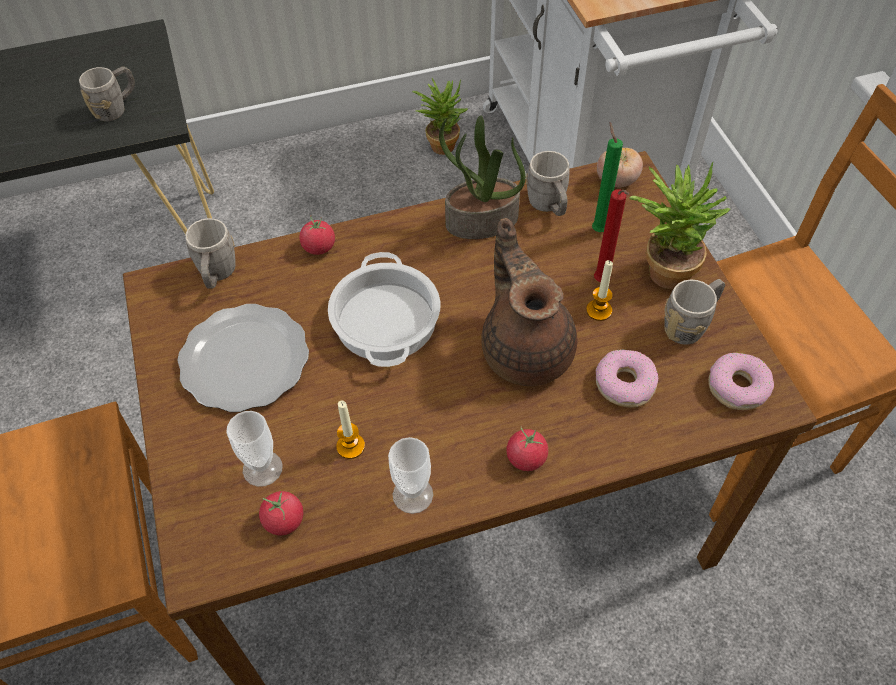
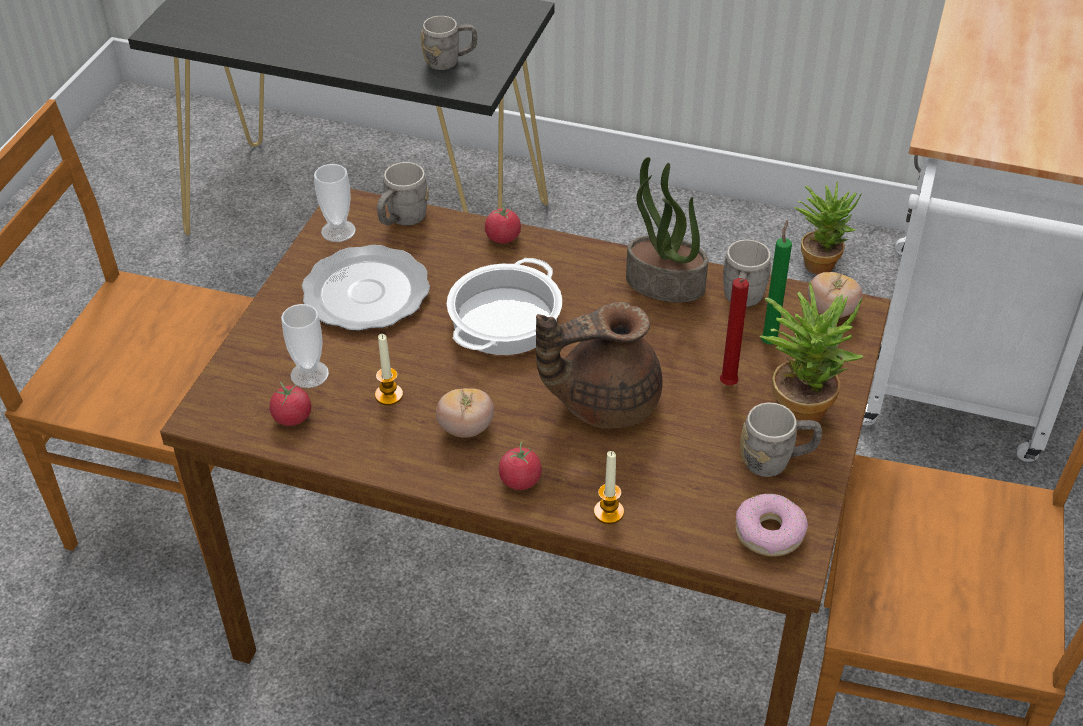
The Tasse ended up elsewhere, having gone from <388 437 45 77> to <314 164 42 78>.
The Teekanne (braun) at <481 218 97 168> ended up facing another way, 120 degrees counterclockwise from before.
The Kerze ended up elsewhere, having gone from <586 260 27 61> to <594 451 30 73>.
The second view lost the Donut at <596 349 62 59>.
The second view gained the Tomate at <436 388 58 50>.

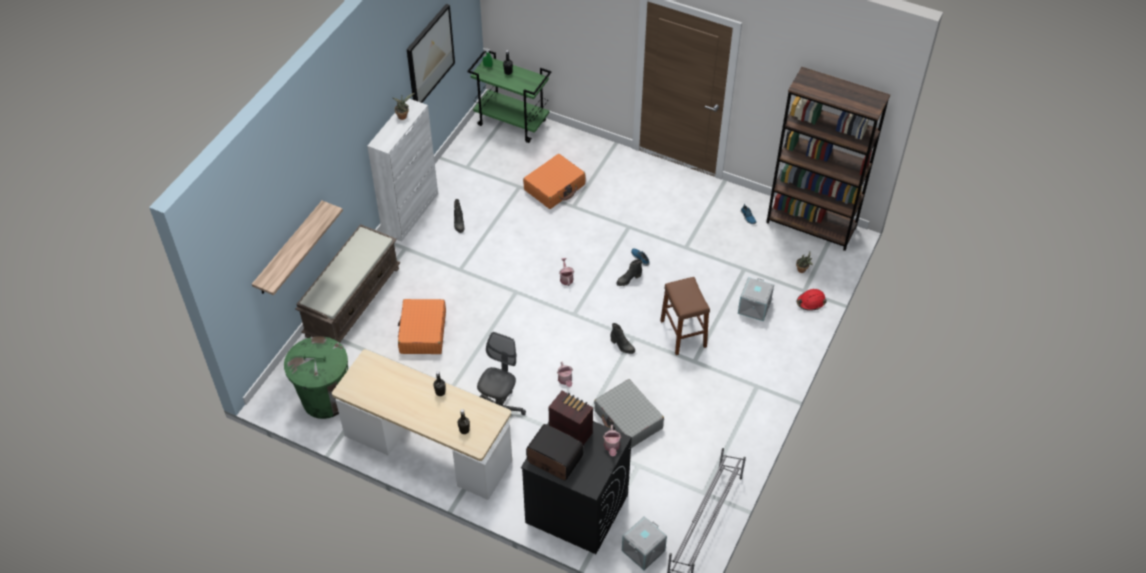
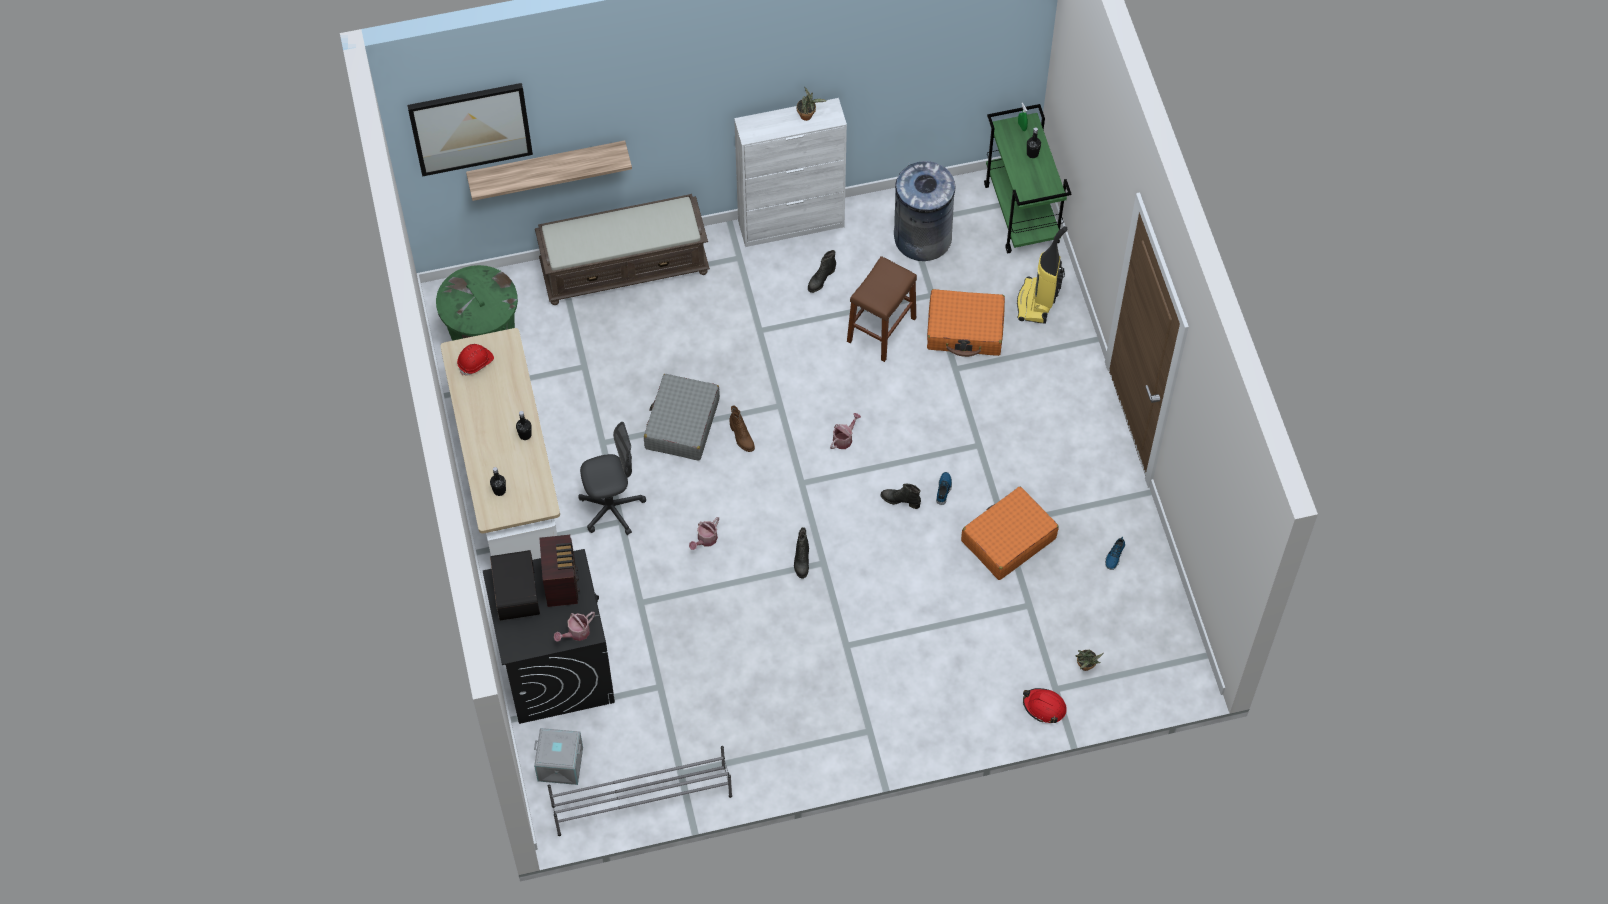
The Koffer (orange) ended up elsewhere, having gone from <398 299 48 55> to <961 487 98 93>.
The Bild ended up elsewhere, having gone from <407 4 48 99> to <407 83 126 94>.
The Koffer (grau) ended up elsewhere, having gone from <594 379 70 69> to <644 374 76 87>.
The Hocker (braun) ended up elsewhere, having gone from <660 277 50 78> to <847 256 70 106>.
The second view lost the Aufbewahrungsbox (grau) at <738 277 36 44>.
The second view lost the Bücherregal (braun) at <766 67 124 184>.
The second view gained the Schutzhelm (rot) at <457 344 37 32>.
The second view gained the Stiefel (braun) at <729 405 26 47>.
The second view gained the Mülleimer (grau) at <894 161 61 100>.
The second view gained the Staubsauger at <1017 226 50 98>.

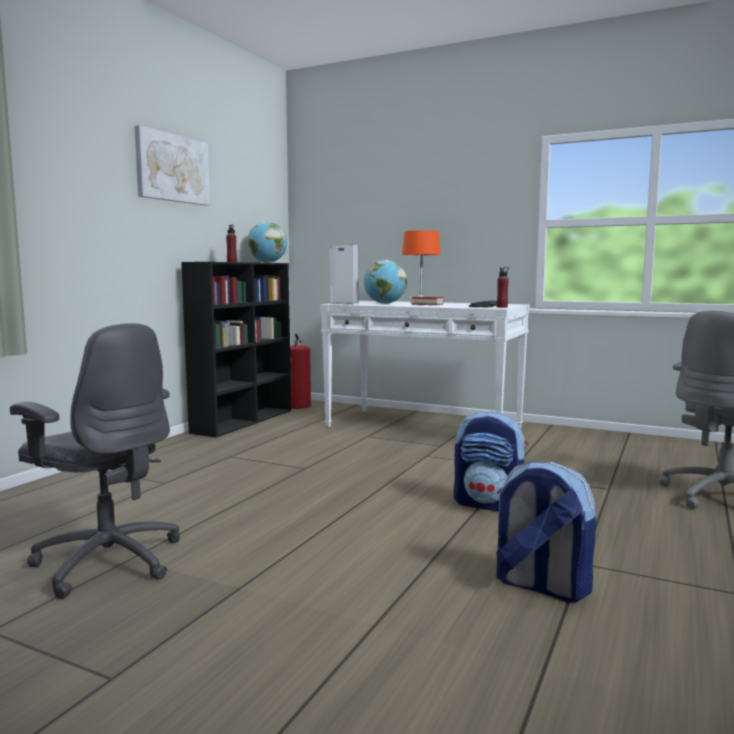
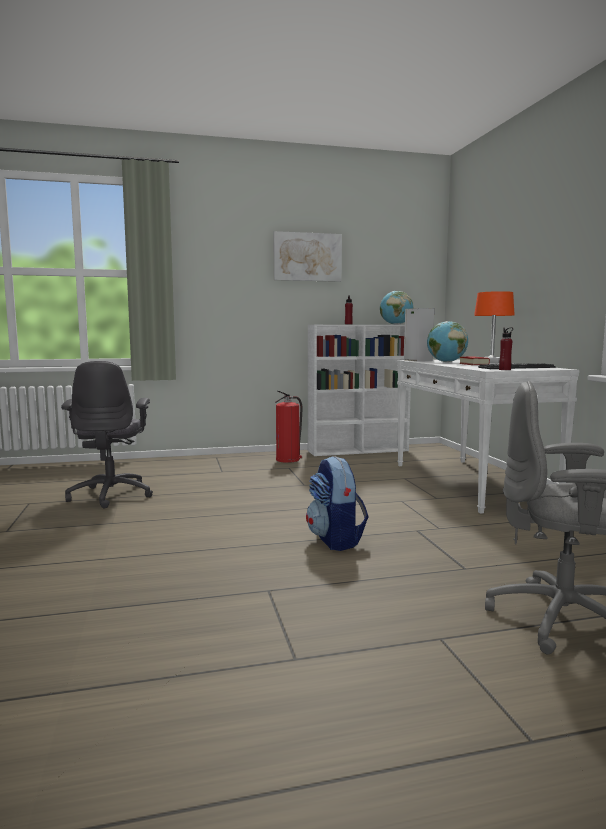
What was the Bücherregal (schwarz) at <181 262 110 176> turned into the Bücherregal (weiß) at <308 325 103 131>.
The Feuerlöscher ended up elsewhere, having gone from <290 334 21 75> to <275 391 27 72>.
The second view lost the Rucksack at <496 461 100 141>.

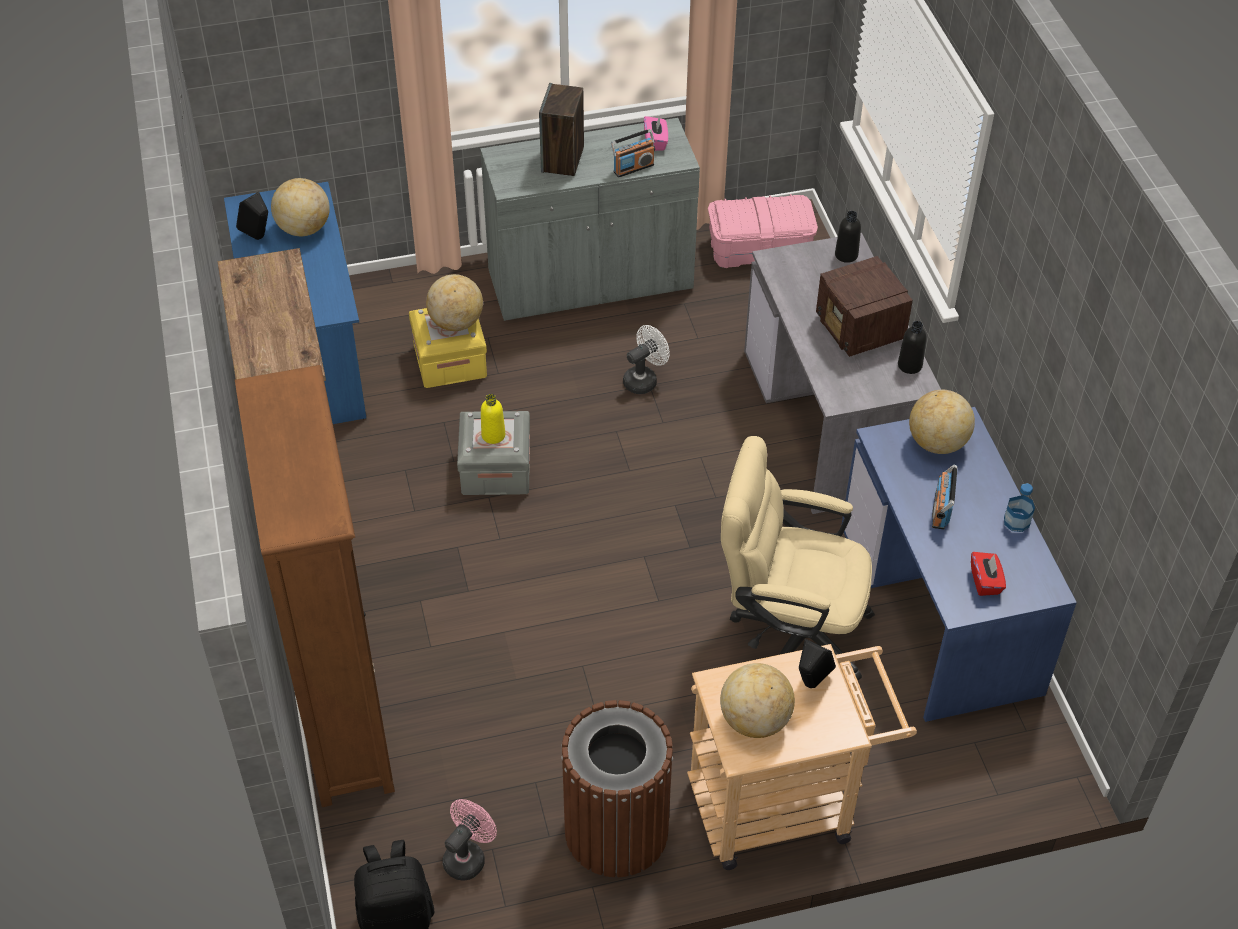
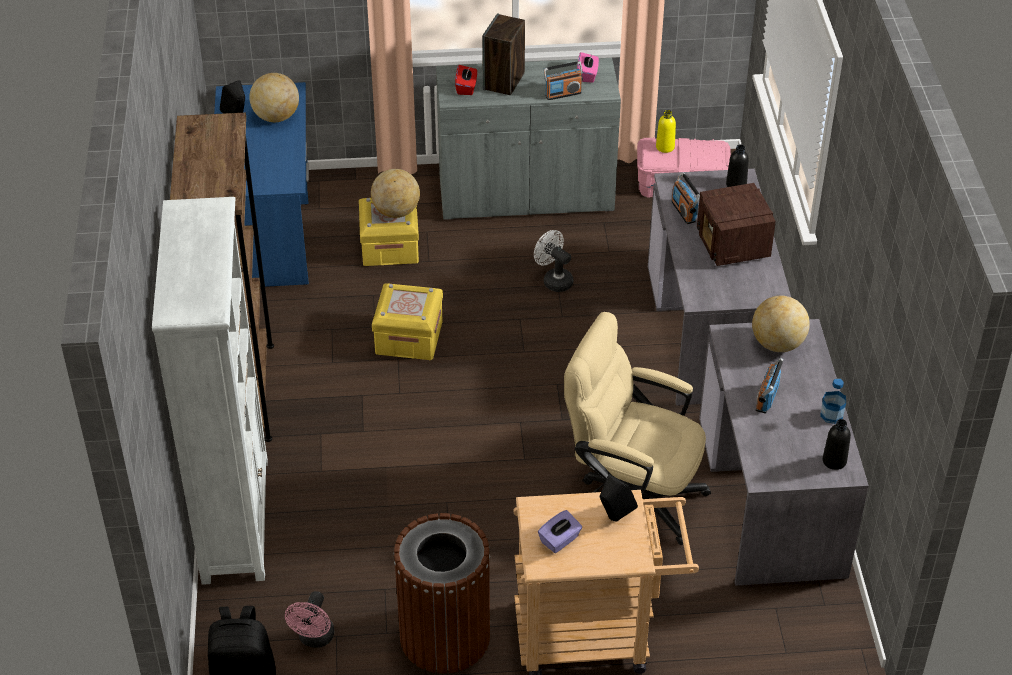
What was the Bücherregal (braun) at <235 365 160 442> turned into the Bücherregal (weiß) at <152 197 116 388>.
The Ventilator (rosa) at <443 799 54 82> ended up facing another way, 150 degrees clockwise from before.
What was the Aufbewahrungsbox (grau) at <457 411 73 84> turned into the Aufbewahrungsbox (gelb) at <372 283 71 77>.
The Flasche (gelb) ended up elsewhere, having gone from <481 394 24 50> to <656 110 20 43>.
The Ventilator (weiß) at <623 325 47 69> ended up facing another way, 105 degrees counterclockwise from before.
Where the Globus stood at <720 663 75 75>, the Taschentuchbox (lila) came to stand at <538 510 44 43>.
What was the Schreibtisch (blau) at <841 407 236 315> turned into the Schreibtisch (grau) at <699 319 170 267>.
The Flasche (schwarz) ended up elsewhere, having gone from <898 321 29 53> to <823 419 28 51>.
The Taschentuchbox (rot) ended up elsewhere, having gone from <971 552 35 44> to <455 64 22 31>.
The second view gained the Radio at <671 172 29 52>.

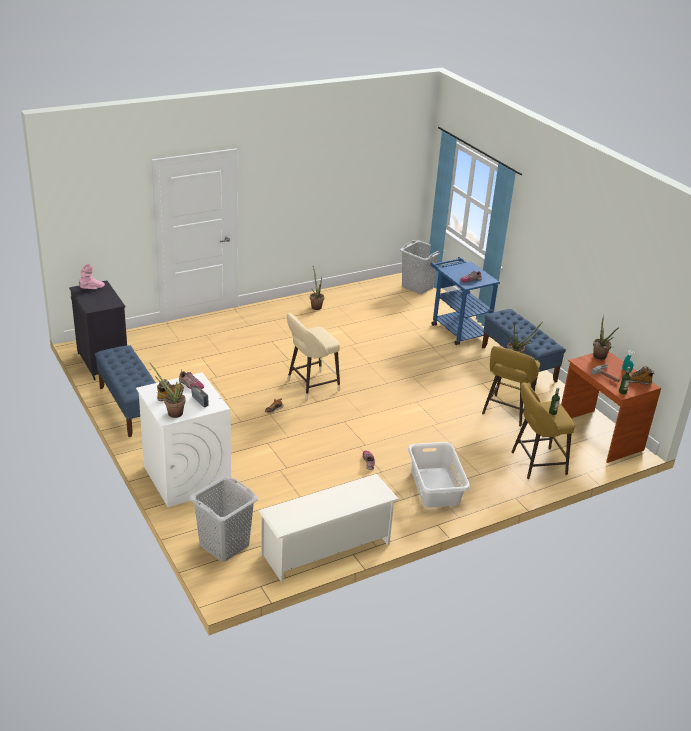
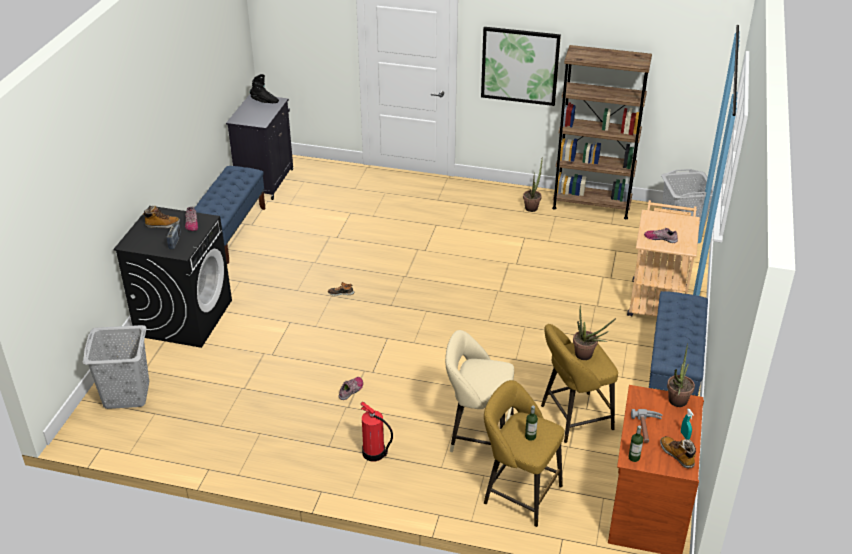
What was the Stiefel (rosa) at <79 264 26 25> turned into the Stiefel (schwarz) at <250 74 29 29>.
What was the Waschmaschine (weiß) at <136 372 95 135> turned into the Waschmaschine (schwarz) at <113 206 119 142>.
The second view lost the Topfpflanze at <149 362 37 56>.
The second view lost the Schuhregal (weiß) at <258 474 141 109>.
The Hocker (beige) ended up elsewhere, having gone from <287 313 53 87> to <445 330 69 122>.
Where the Wäschekorb (weiß) stood at <408 442 62 66>, the Feuerlöscher came to stand at <360 402 33 59>.
What was the Rollwagen (blau) at <431 257 69 88> turned into the Rollwagen (beige) at <627 200 73 117>.
The second view gained the Bild at <481 27 80 79>.
The second view gained the Bücherregal (braun) at <552 45 100 174>.

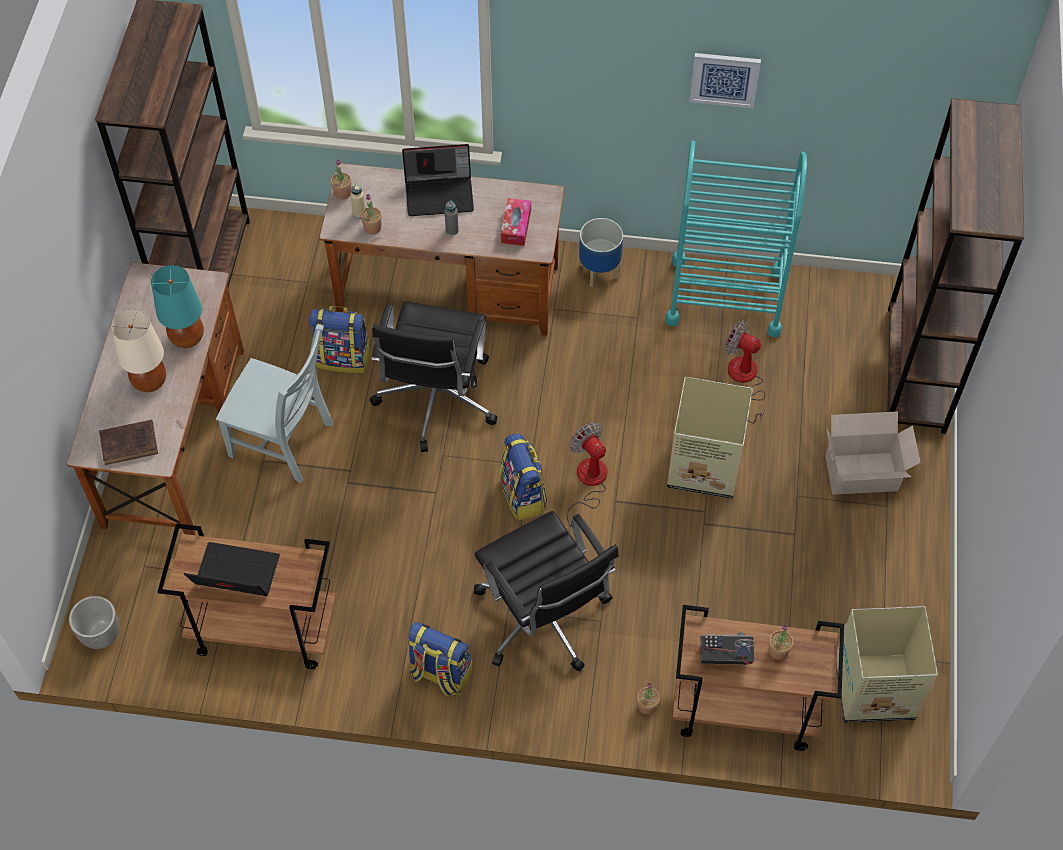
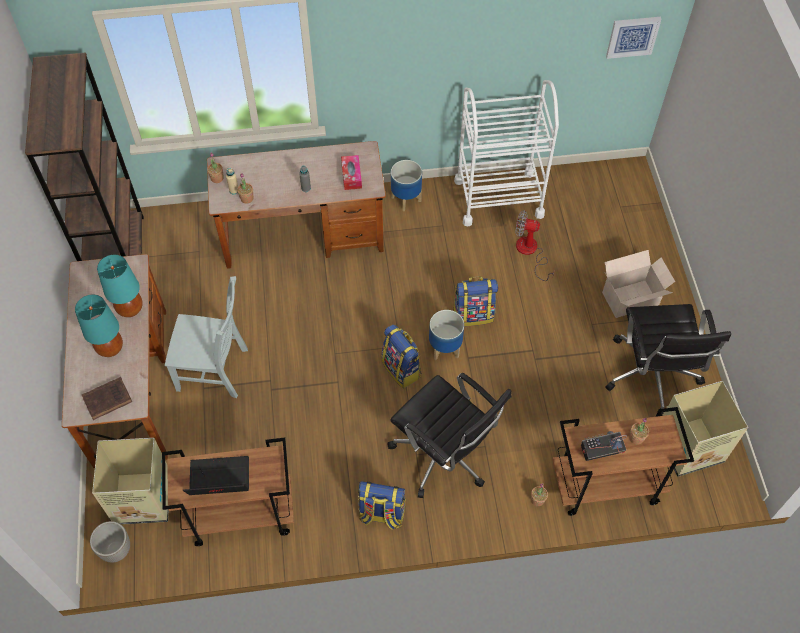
What was the Tischlampe (beige) at <111 309 55 83> turned into the Tischlampe (türkis) at <75 294 48 63>.
The Rucksack ended up elsewhere, having gone from <309 306 62 67> to <453 276 45 50>.
The Bürostuhl (schwarz) ended up elsewhere, having gone from <370 301 128 151> to <605 304 126 112>.
The second view lost the Laptop at <402 144 72 72>.
Where the Ventilator stood at <567 422 40 105>, the Pflanzkübel came to stand at <429 310 35 50>.
What was the Rollwagen (türkis) at <665 141 142 196> turned into the Rollwagen (weiß) at <454 80 105 147>.
The Karton ended up elsewhere, having gone from <667 377 86 122> to <92 438 77 87>.
The Bild ended up elsewhere, having gone from <690 53 71 55> to <606 17 55 42>.
The second view lost the Bücherregal (braun) at <887 98 137 336>.

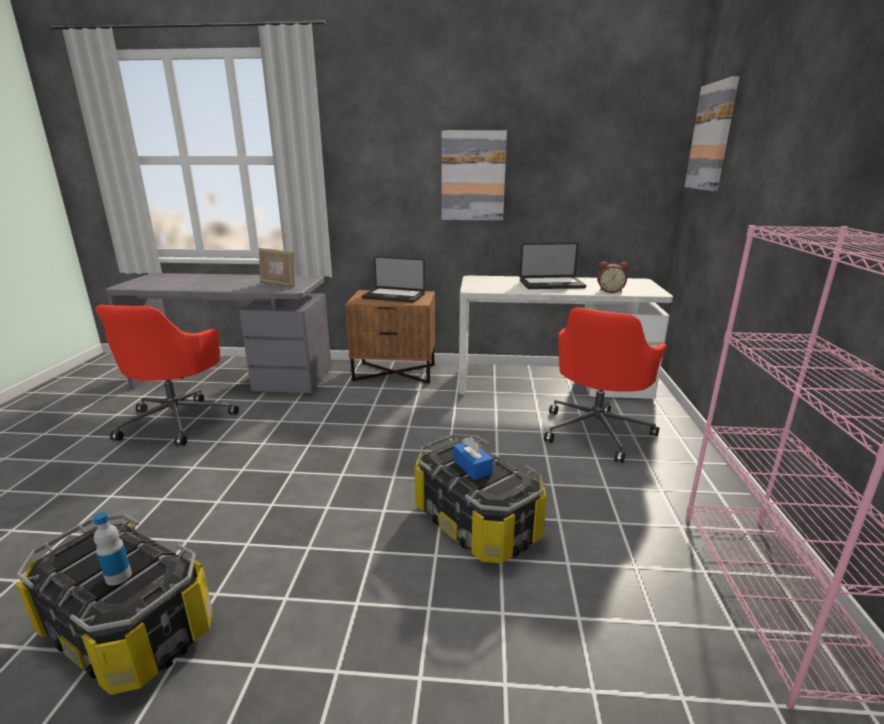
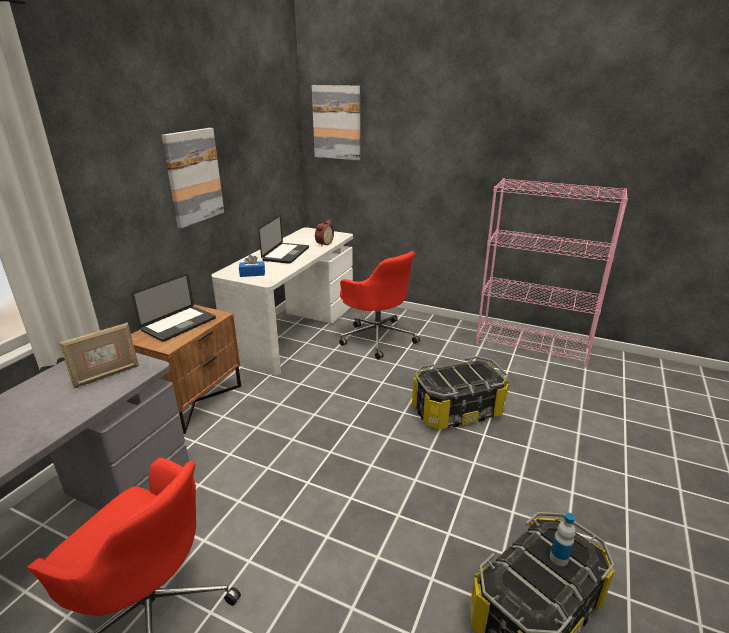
The Taschentuchbox (blau) ended up elsewhere, having gone from <453 437 40 43> to <239 255 26 22>.

